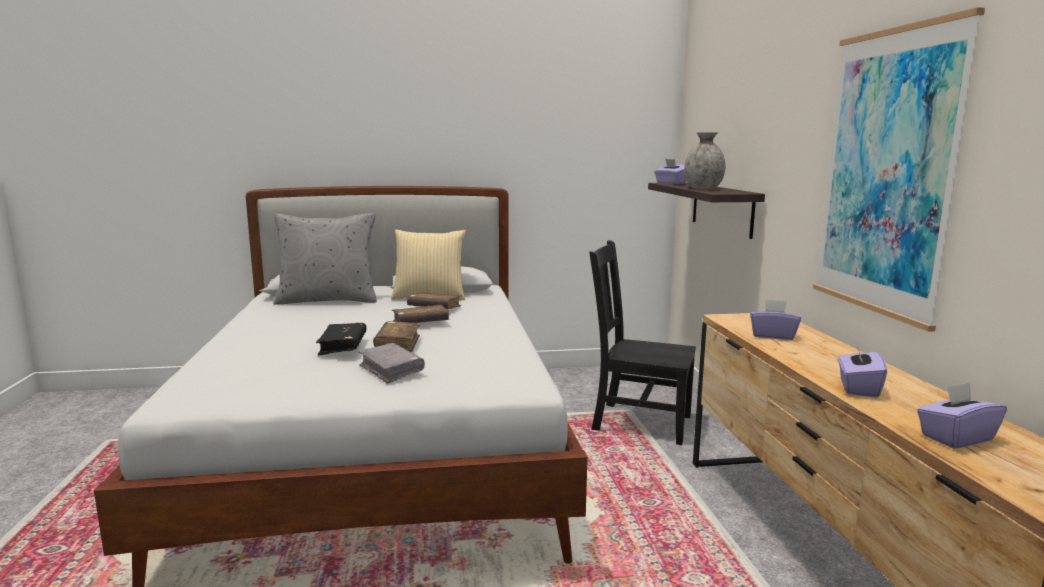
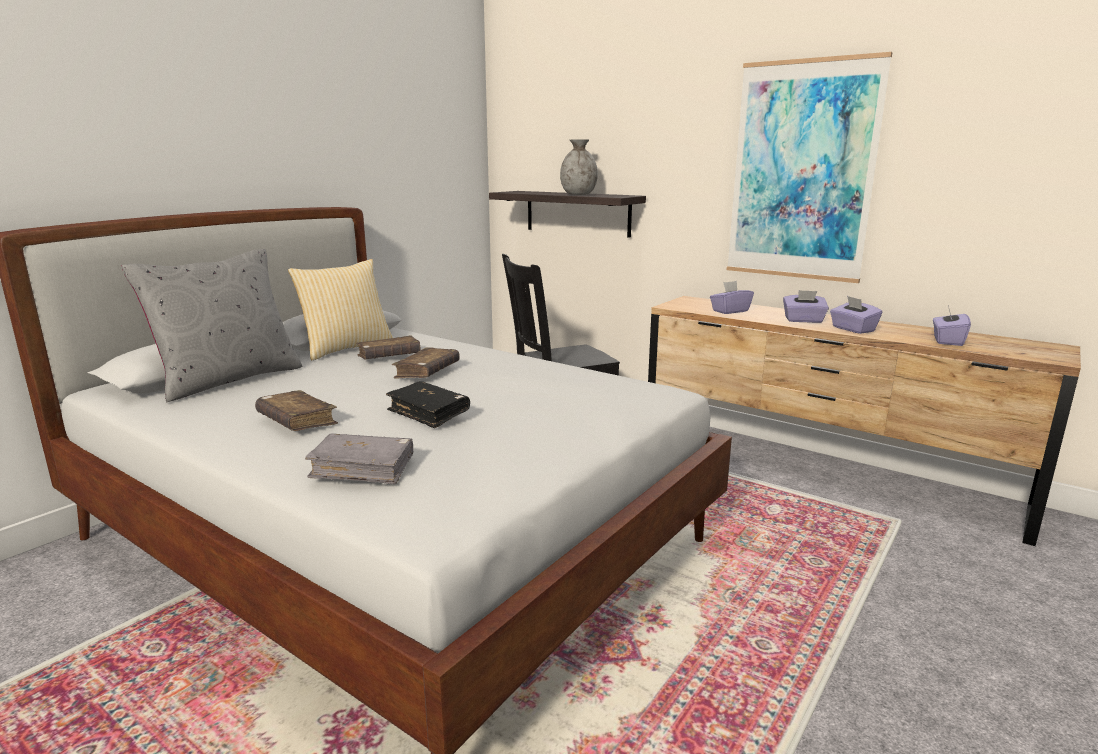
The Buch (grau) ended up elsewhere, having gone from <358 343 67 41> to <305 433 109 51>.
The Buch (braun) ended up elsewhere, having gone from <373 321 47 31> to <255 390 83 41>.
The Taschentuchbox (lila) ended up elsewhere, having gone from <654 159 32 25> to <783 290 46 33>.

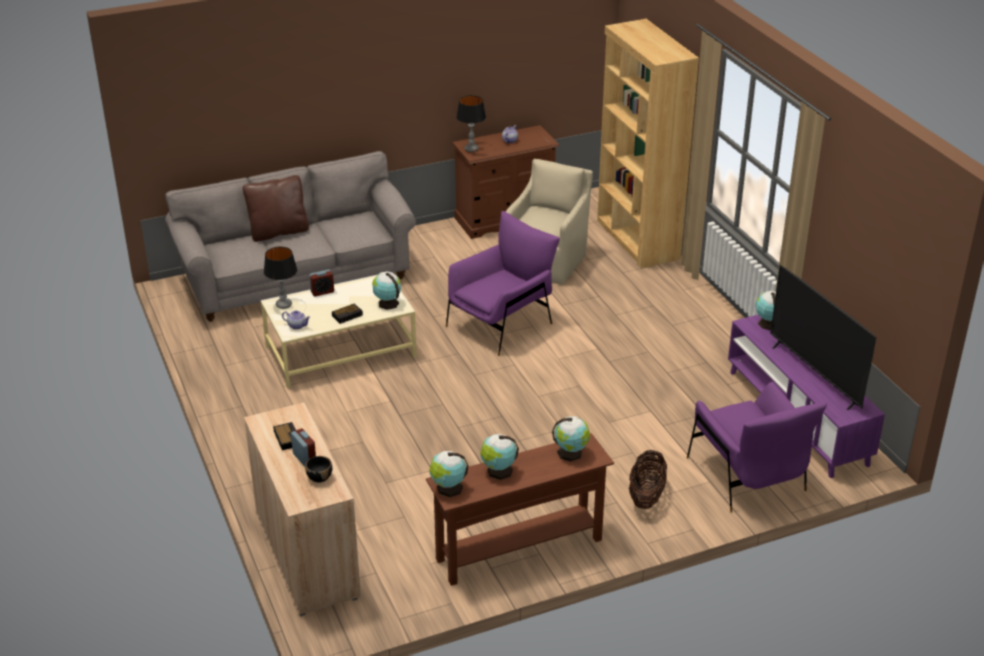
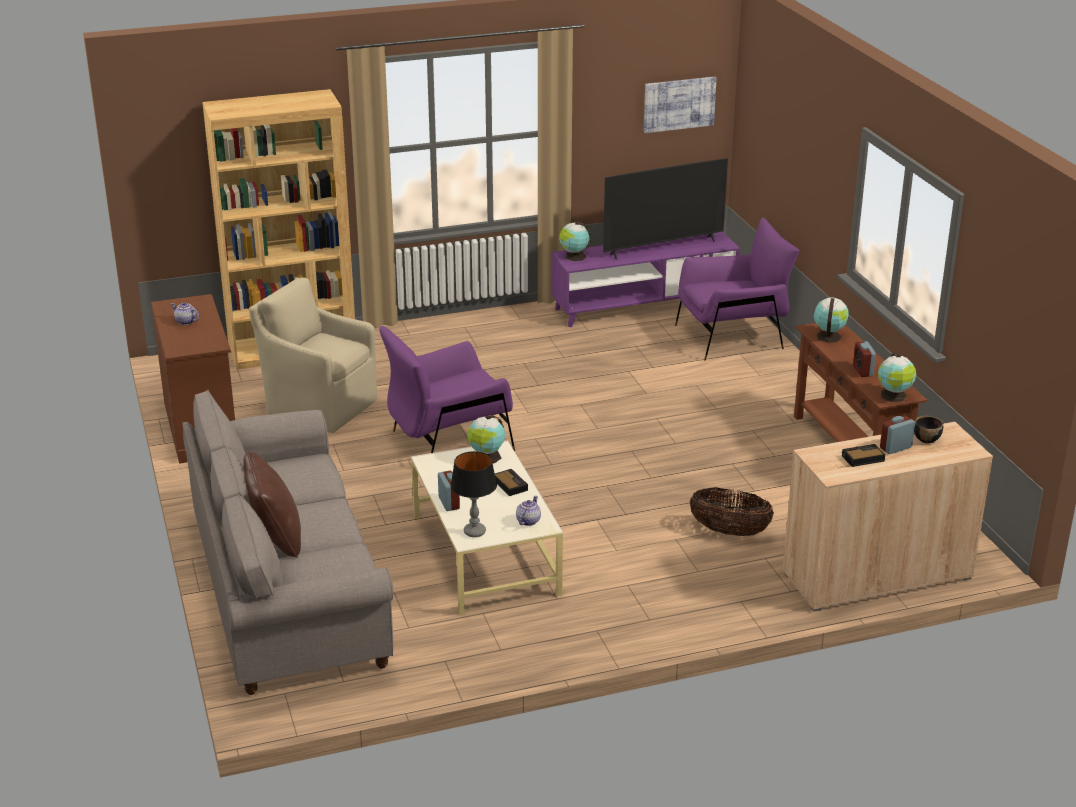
The Sessel (lila) at <446 211 114 145> ended up facing another way, 75 degrees counterclockwise from before.
The second view lost the Tischlampe at <456 95 30 57>.
Where the Globus stood at <481 434 38 46>, the Wecker came to stand at <853 341 23 36>.
The Korb ended up elsewhere, having gone from <629 450 38 59> to <689 487 85 49>.
The second view gained the Bild at <644 77 73 56>.

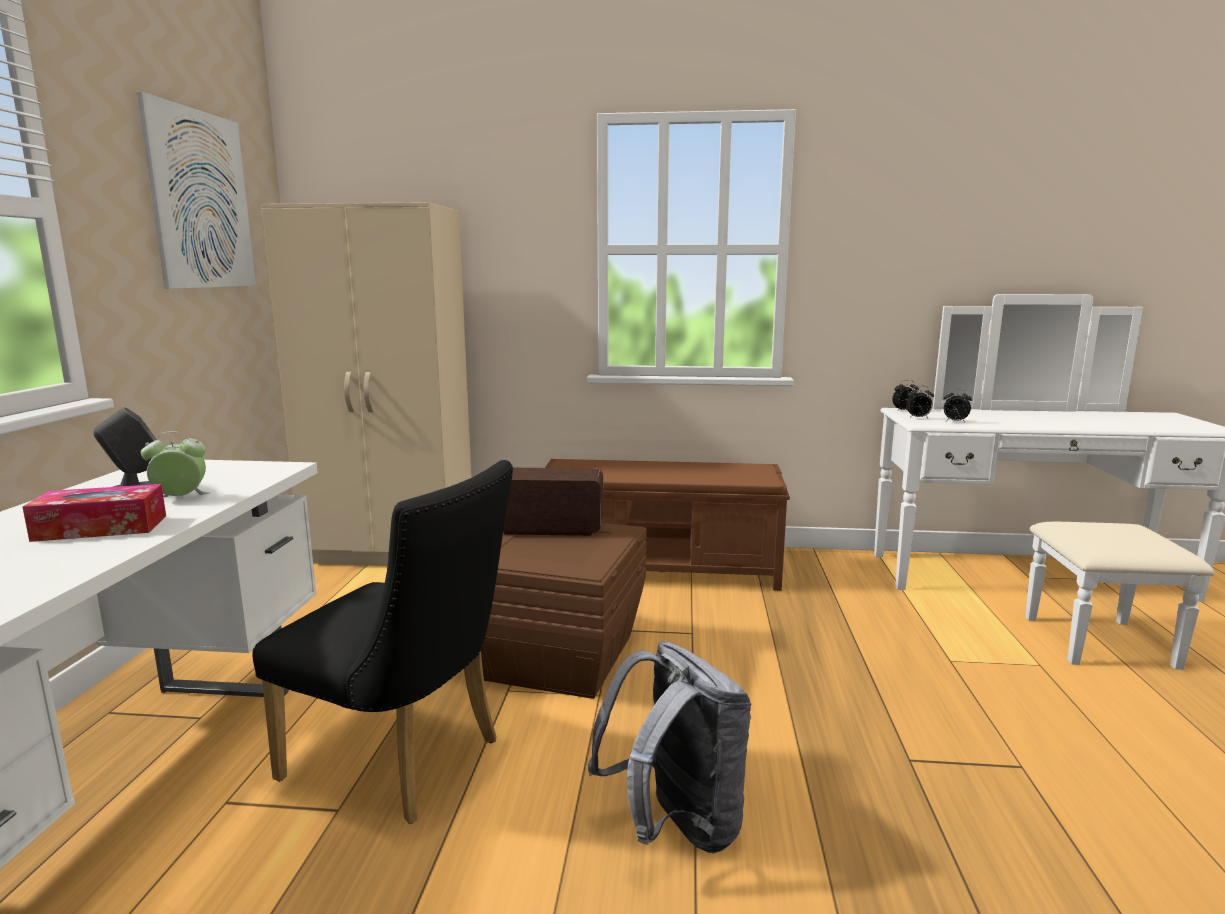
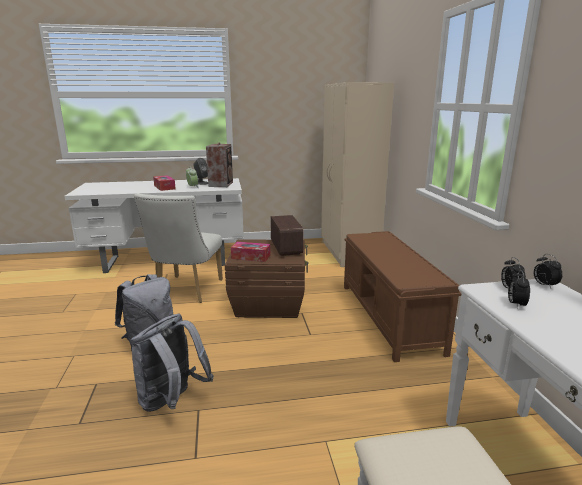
The second view lost the Bild at <137 91 119 198>.
What was the Stuhl (schwarz) at <252 460 261 364> turned into the Stuhl (weiß) at <134 194 89 109>.
The second view gained the Rucksack (grau) at <130 314 84 98>.
The second view gained the Lautsprecher at <206 143 27 44>.
The second view gained the Taschentuchbox at <231 242 39 20>.

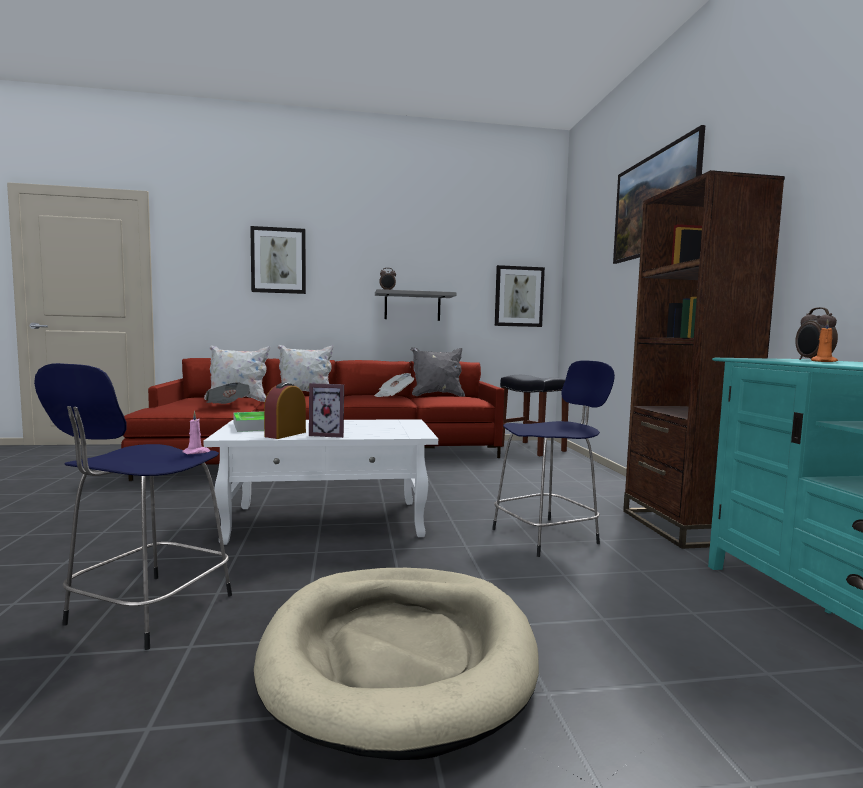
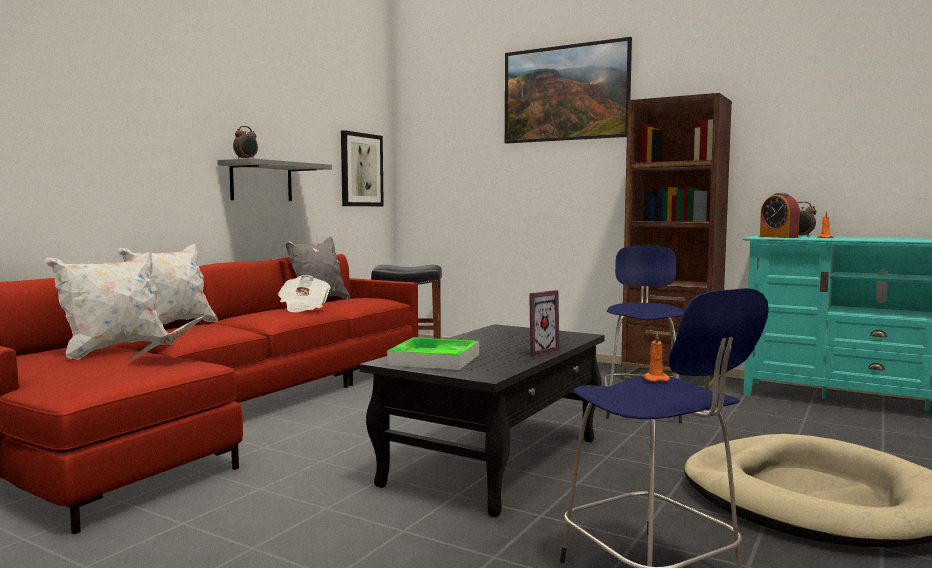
What was the Kerze (rosa) at <182 411 28 43> turned into the Kerze (orange) at <643 332 27 50>.
What was the Couchtisch (weiß) at <204 419 234 126> turned into the Couchtisch (schwarz) at <360 324 245 193>.
The second view lost the Bild at <250 226 56 68>.
The Wecker ended up elsewhere, having gone from <264 382 42 57> to <760 193 40 45>.

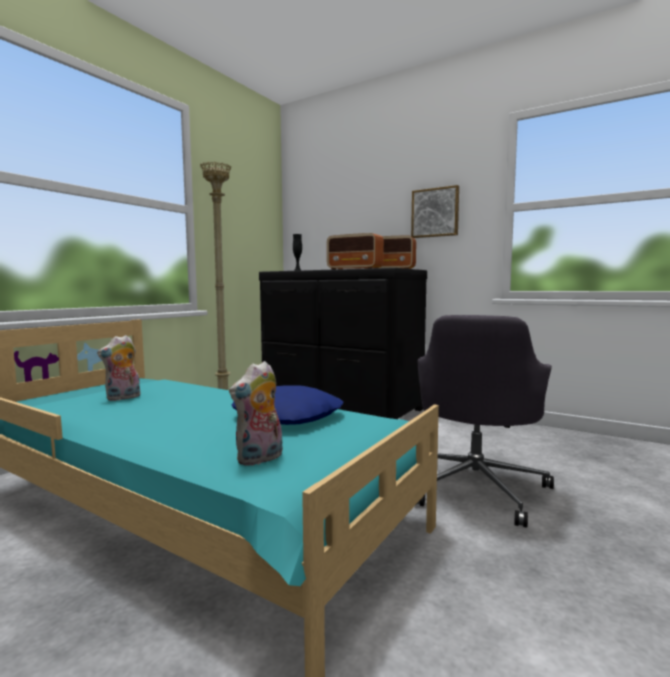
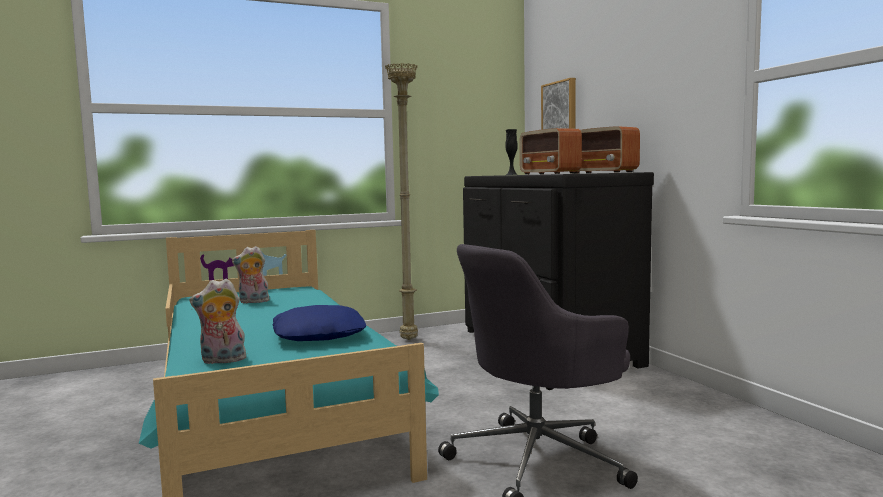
The Bild ended up elsewhere, having gone from <411 185 48 53> to <541 78 35 52>.

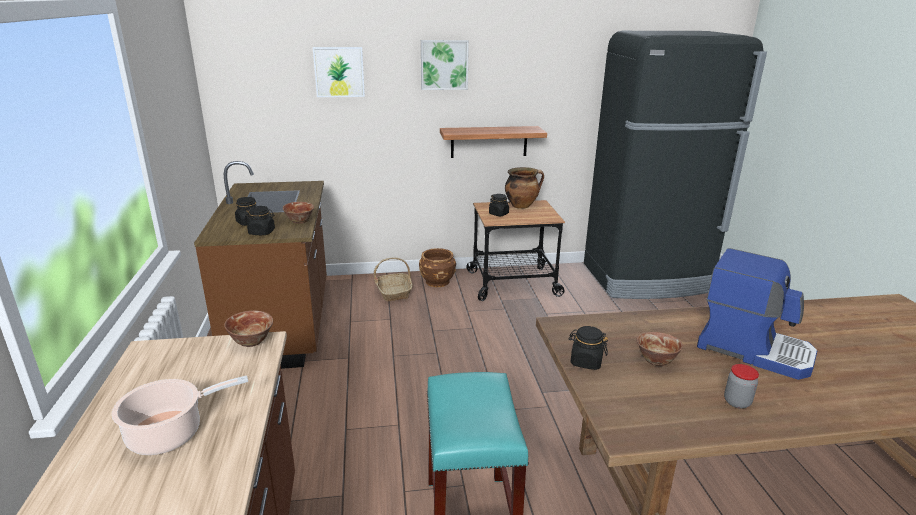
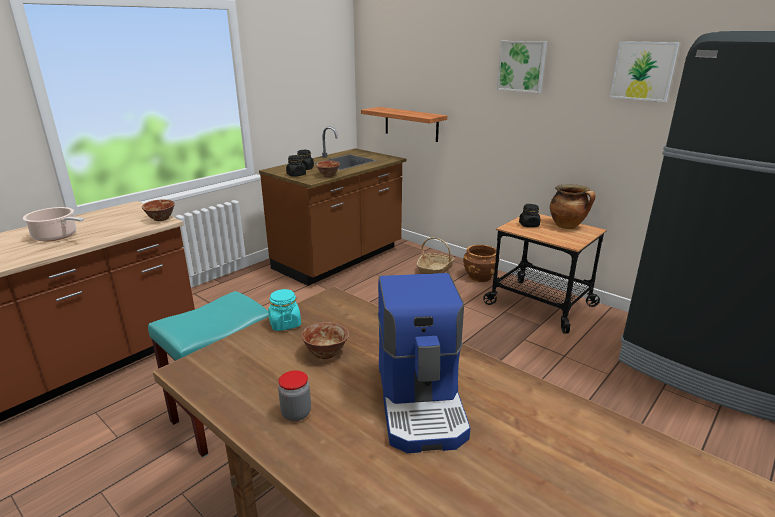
The Bild ended up elsewhere, having gone from <313 47 52 50> to <610 41 70 61>.
The Wandregal ended up elsewhere, having gone from <440 126 107 32> to <361 107 86 35>.
What was the Vorratsglas (schwarz) at <568 326 40 44> turned into the Vorratsglas (türkis) at <268 289 33 42>.

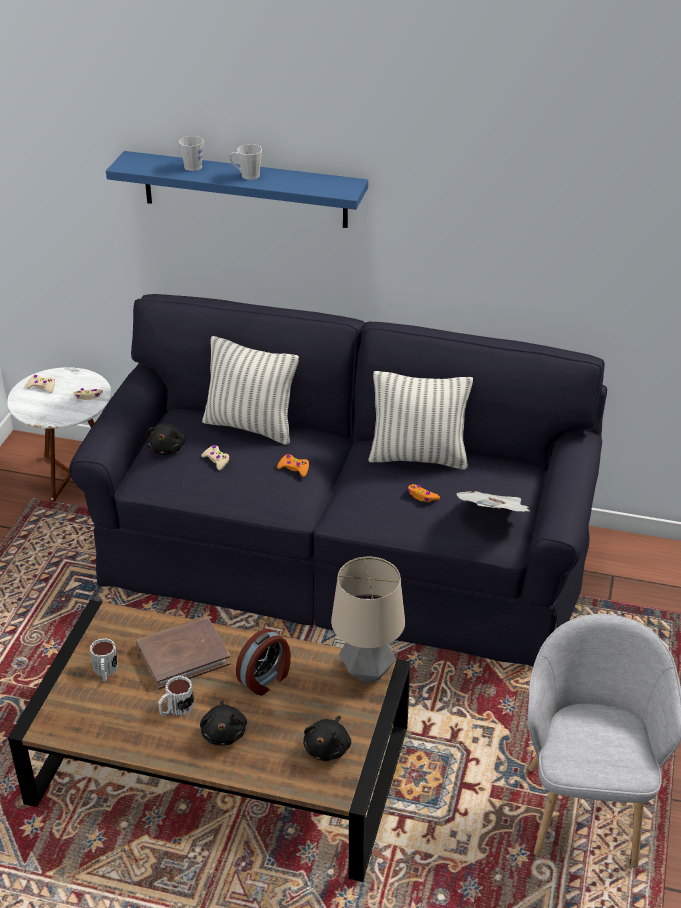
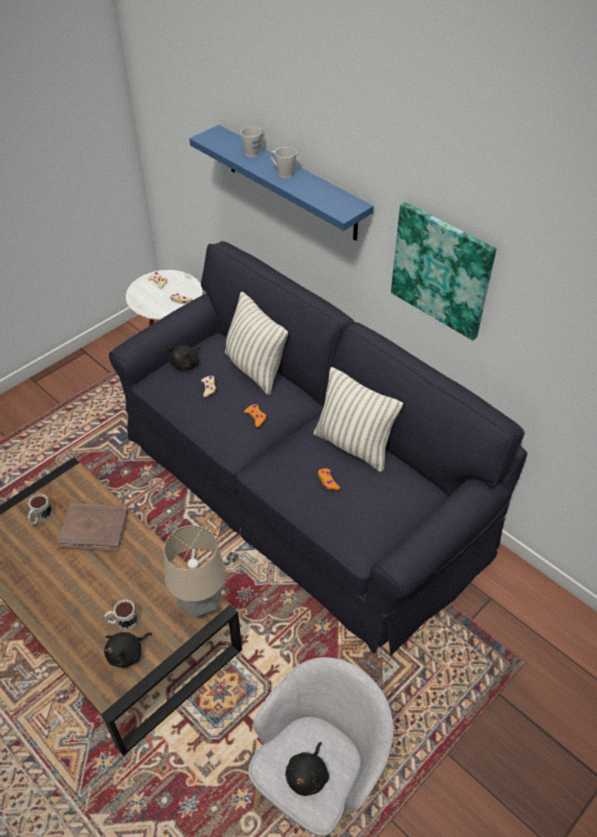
The Henkelbecher ended up elsewhere, having gone from <158 676 36 40> to <104 599 34 31>.
The Plüschtier (schwarz) ended up elsewhere, having gone from <200 700 47 46> to <285 742 44 54>.
The second view lost the Wecker at <236 629 55 67>.
The second view lost the Zeitung at <457 491 73 21>.
The second view gained the Bild at <391 202 105 139>.

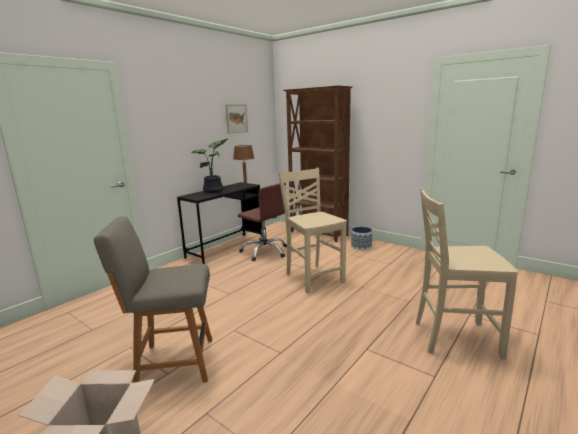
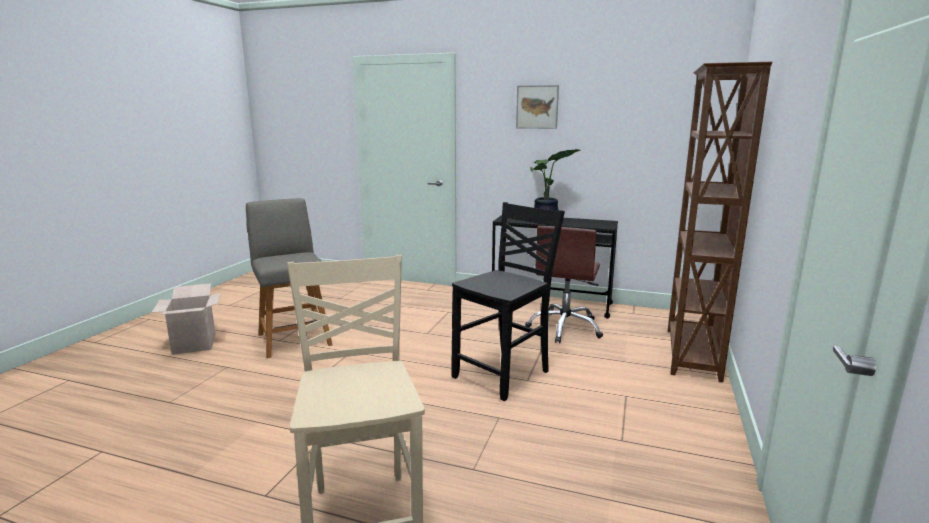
The Bild ended up elsewhere, having gone from <226 104 22 30> to <516 85 43 44>.
The second view lost the Tischlampe (braun) at <233 145 21 41>.
What was the Stuhl (beige) at <278 168 69 126> turned into the Stuhl (schwarz) at <451 202 114 199>.
The second view lost the Pflanzkübel at <351 227 21 23>.

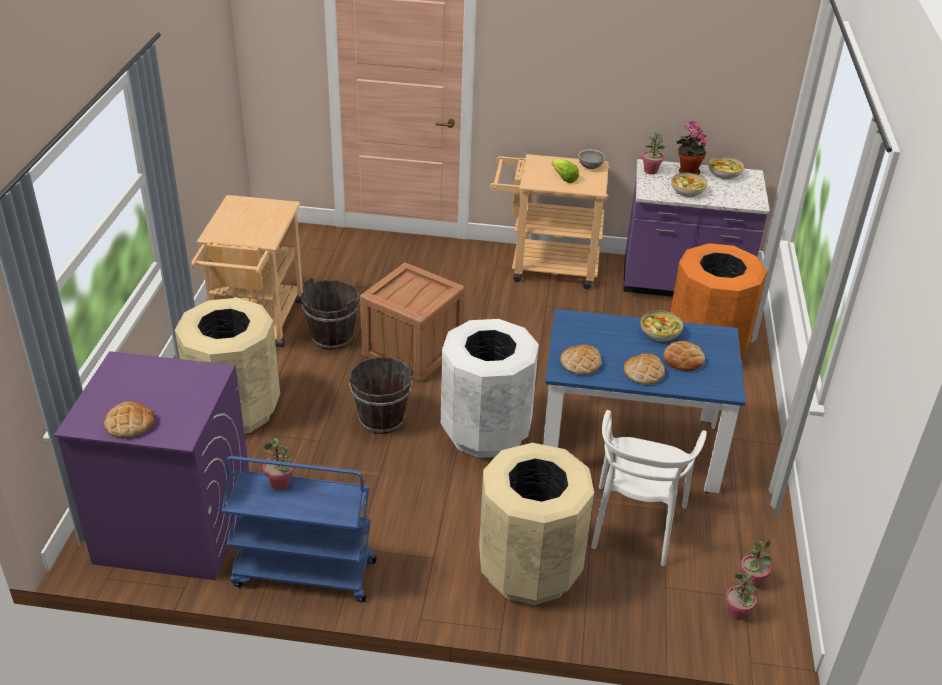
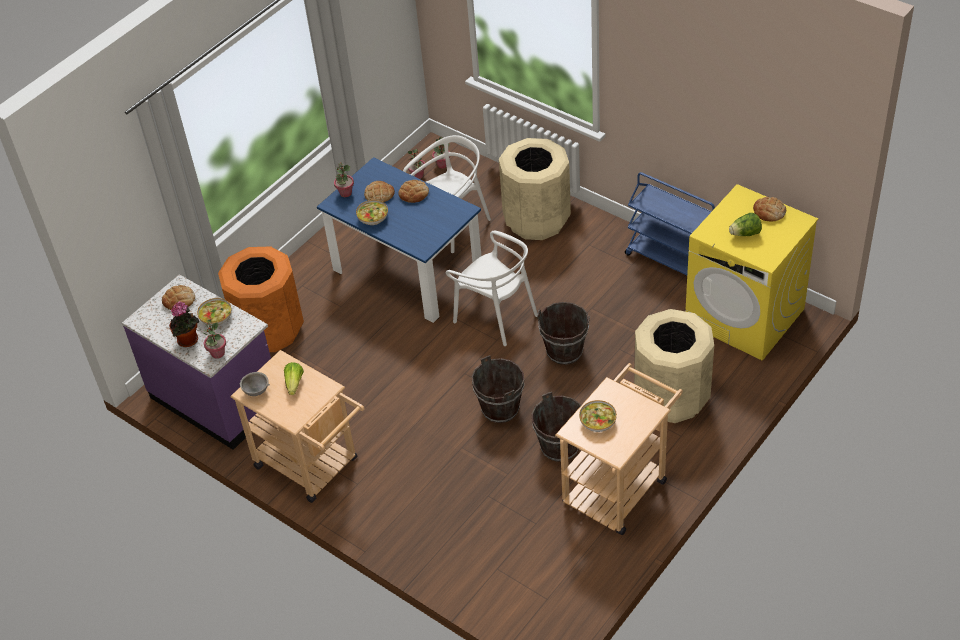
What was the Waschmaschine (lila) at <54 351 195 229> turned into the Waschmaschine (gelb) at <685 184 133 177>.
The Topfpflanze ended up elsewhere, having gone from <263 438 31 52> to <334 162 20 35>.
Where the Kiste stood at <360 263 105 119>, the Eimer (braun) came to stand at <472 355 53 68>.
Where the Mülleimer (weiß) stood at <441 319 98 139>, the Stuhl (weiß) came to stand at <446 230 92 116>.
The Brot ended up elsewhere, having gone from <560 345 42 30> to <162 285 33 25>.
The Schüssel ended up elsewhere, having gone from <709 156 35 24> to <579 400 38 32>.
The second view gained the Salatkopf at <729 213 33 23>.

